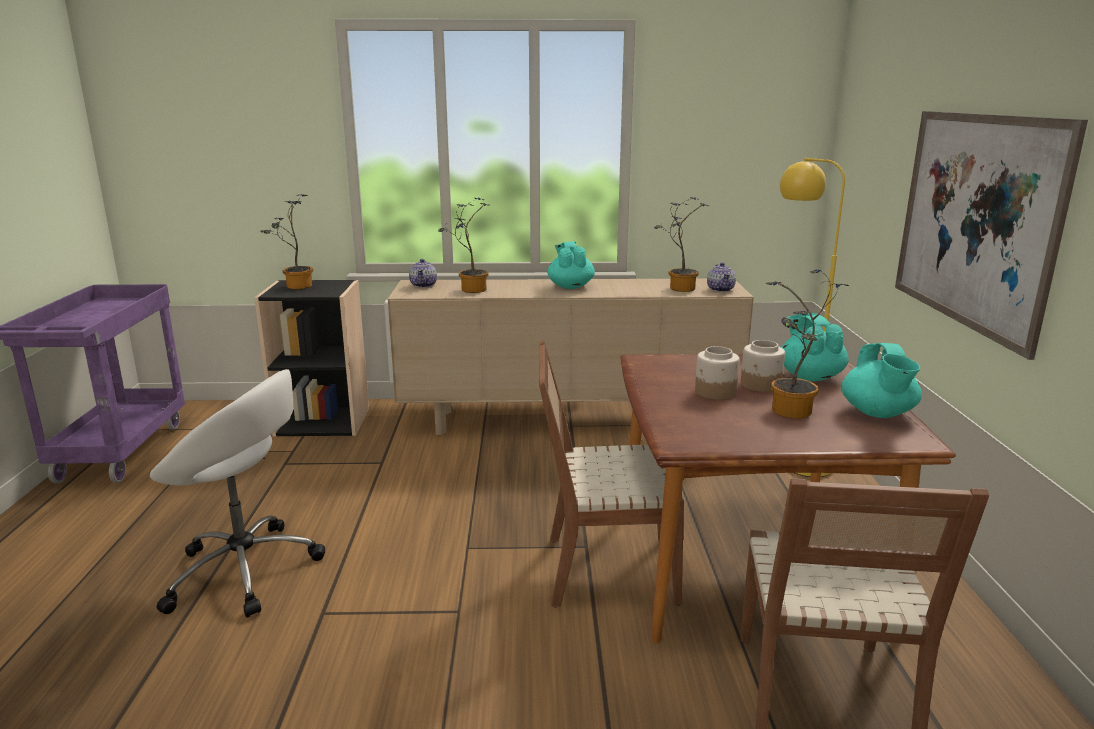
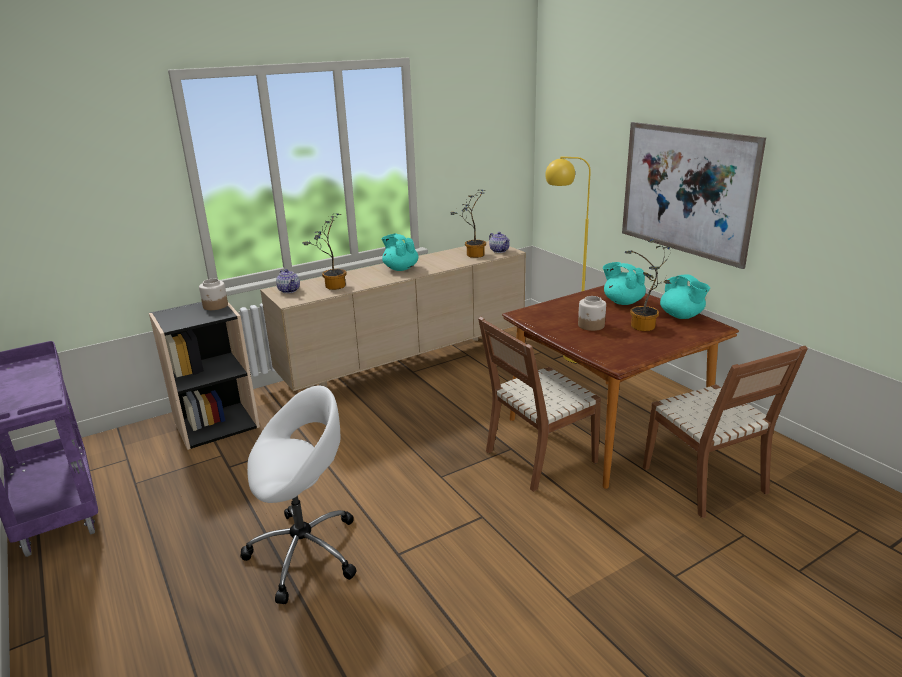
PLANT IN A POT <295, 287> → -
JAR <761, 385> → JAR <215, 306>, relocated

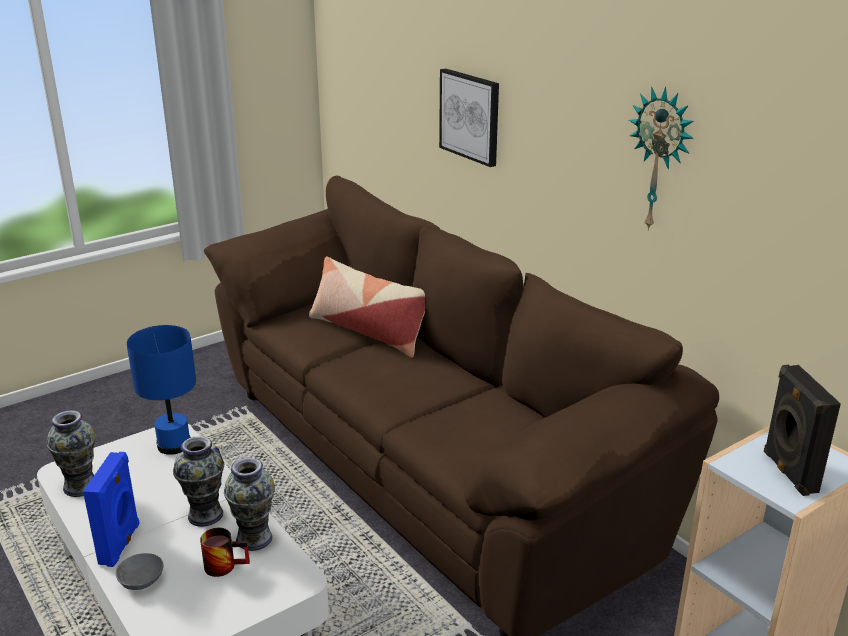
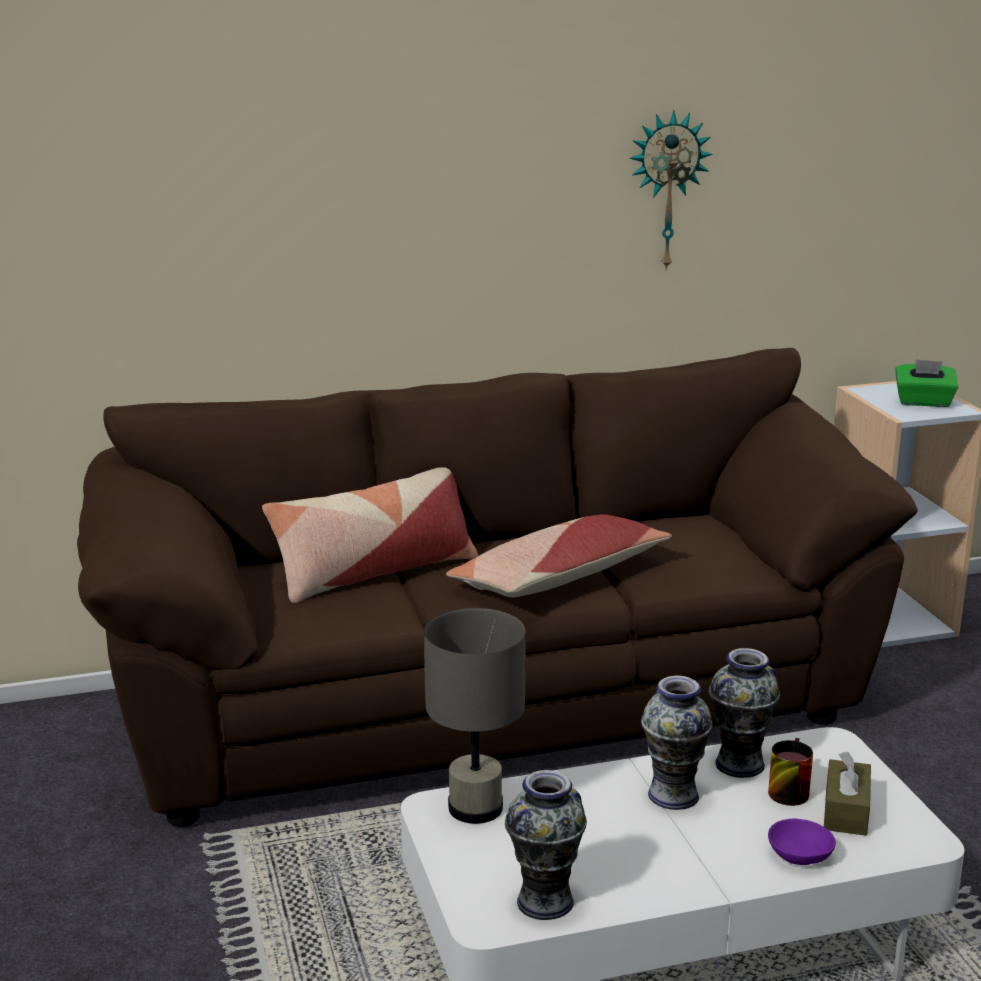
BLUE-COLOURED LOUDSPEAKER <121, 544> → -
GREYISH DEEP DISH <142, 581> → PURPLE-COLOURED DEEP DISH <801, 854>
BLUE-COLOURED TABLETOP LAMP <175, 445> → GREYISH TABLETOP LAMP <475, 807>
WALL ART <470, 116> → -
BLACKISH LOUDSPEAKER <788, 472> → GREEN TISSUE HOLDER <923, 402>
- → PILLOW <559, 578>
- → BROWN TISSUE HOLDER <846, 811>

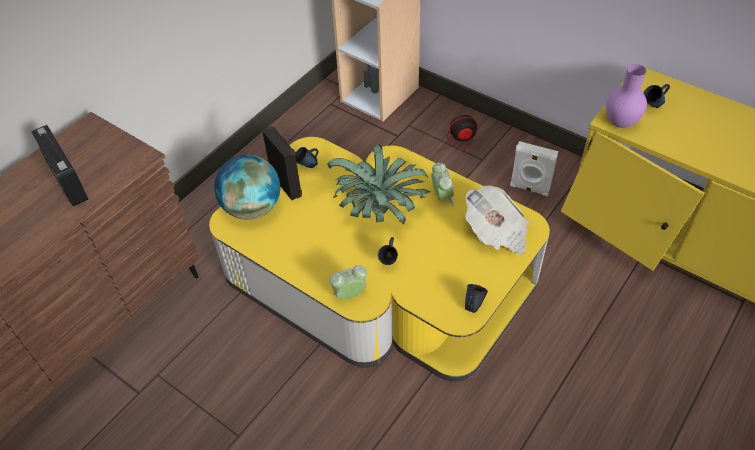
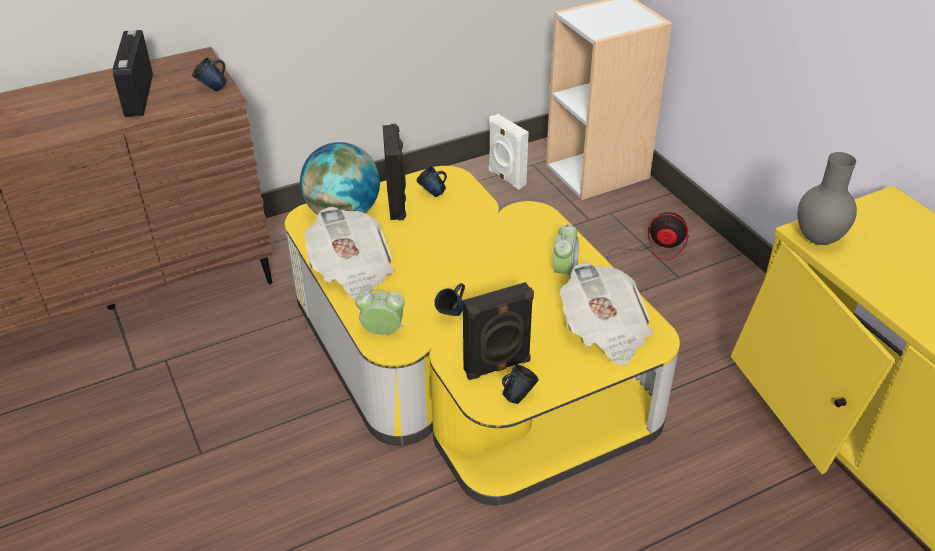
PLANT IN A POT <381, 209> → -
WHITE LOUDSPEAKER <529, 189> → WHITE LOUDSPEAKER <506, 178>, relocated
PURPLE-COLOURED DECORATIVE VASE <620, 124> → GREYISH DECORATIVE VASE <818, 240>
BLUE-COLOURED COFFEE MUG <652, 107> → BLUE-COLOURED COFFEE MUG <212, 89>, relocated
- → PRINTED PAPER <351, 271>
- → BLACKISH LOUDSPEAKER <497, 367>

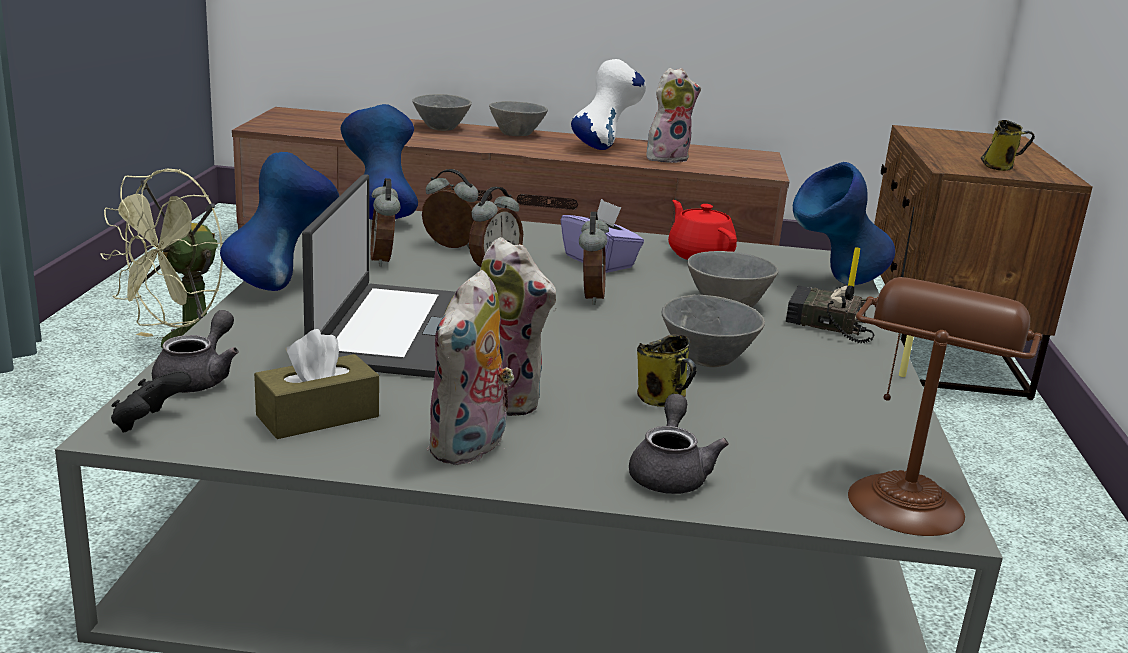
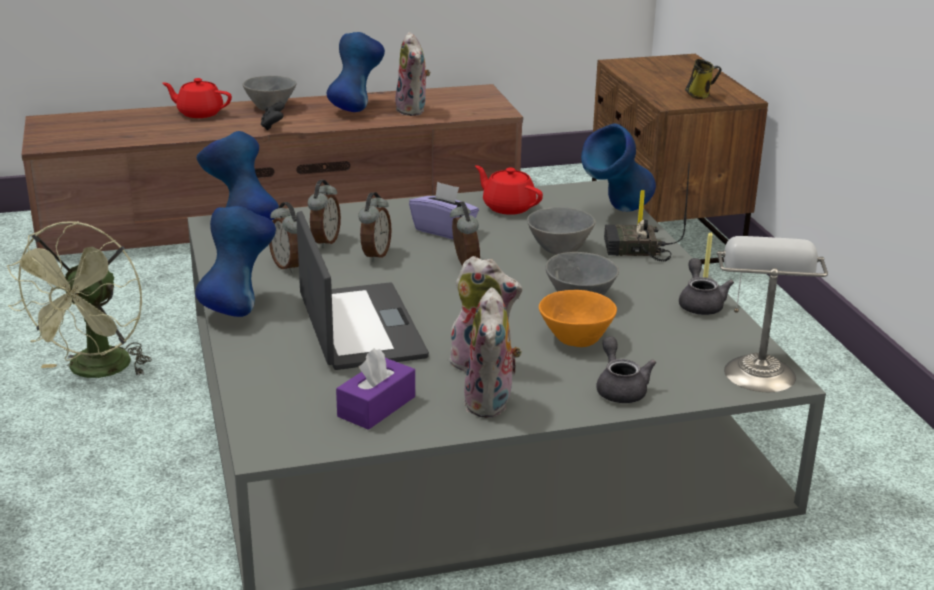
BLACKISH GAME CONTROLLER <149, 424> → BLACKISH GAME CONTROLLER <273, 126>, relocated
GREYISH POT FOR TEA <199, 378> → GREYISH POT FOR TEA <700, 304>, relocated
BROWN TISSUE HOLDER <317, 416> → PURPLE-COLOURED TISSUE HOLDER <376, 406>
GREYISH DEEP DISH <439, 128> → RED POT FOR TEA <199, 113>
TABLE CLOCK <450, 247> → TABLE CLOCK <324, 241>, 105 degrees clockwise
WHITE DECORATIVE VASE <605, 148> → BLUE-COLOURED DECORATIVE VASE <356, 108>
COFFEE MUG <663, 399> → ORANGE-COLOURED DEEP DISH <577, 337>
SOFT TOY <667, 158> → SOFT TOY <413, 110>, 120 degrees clockwise
BROWN TABLETOP LAMP <907, 492> → WHITE TABLETOP LAMP <756, 366>

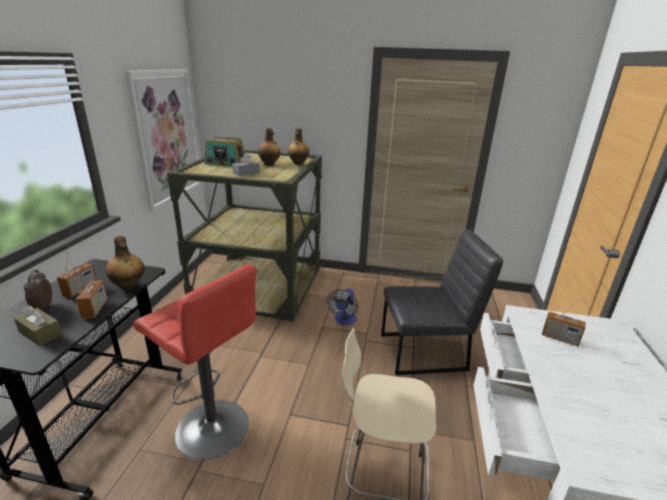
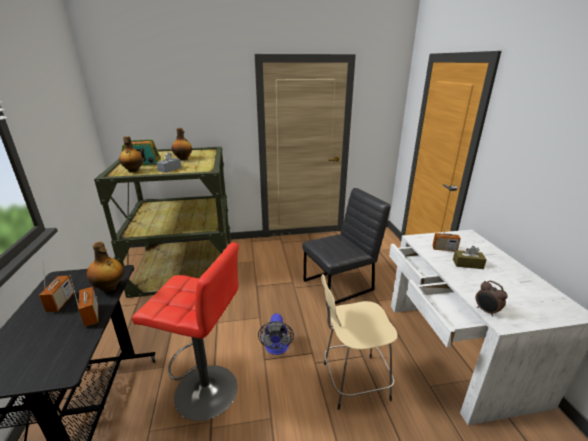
BROWN TISSUE HOLDER <40, 333> → BROWN TISSUE HOLDER <467, 264>, relocated
TABLE CLOCK <42, 307> → TABLE CLOCK <486, 311>, relocated
WALL ART <166, 137> → -
BEVERAGE BOTTLE <298, 164> → BEVERAGE BOTTLE <133, 171>, relocated
ELECTRIC FAN <344, 320> → ELECTRIC FAN <277, 348>, relocated

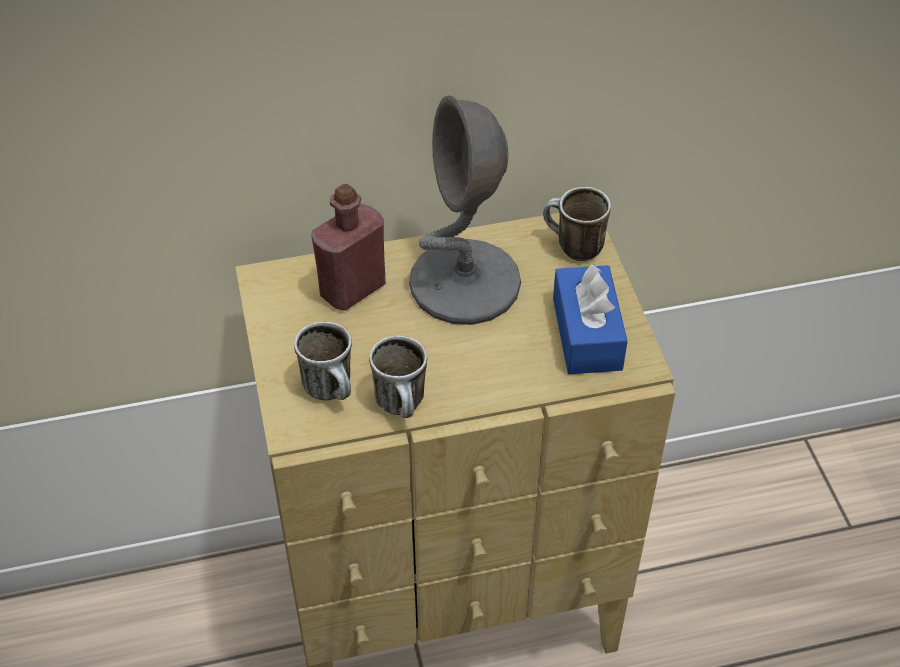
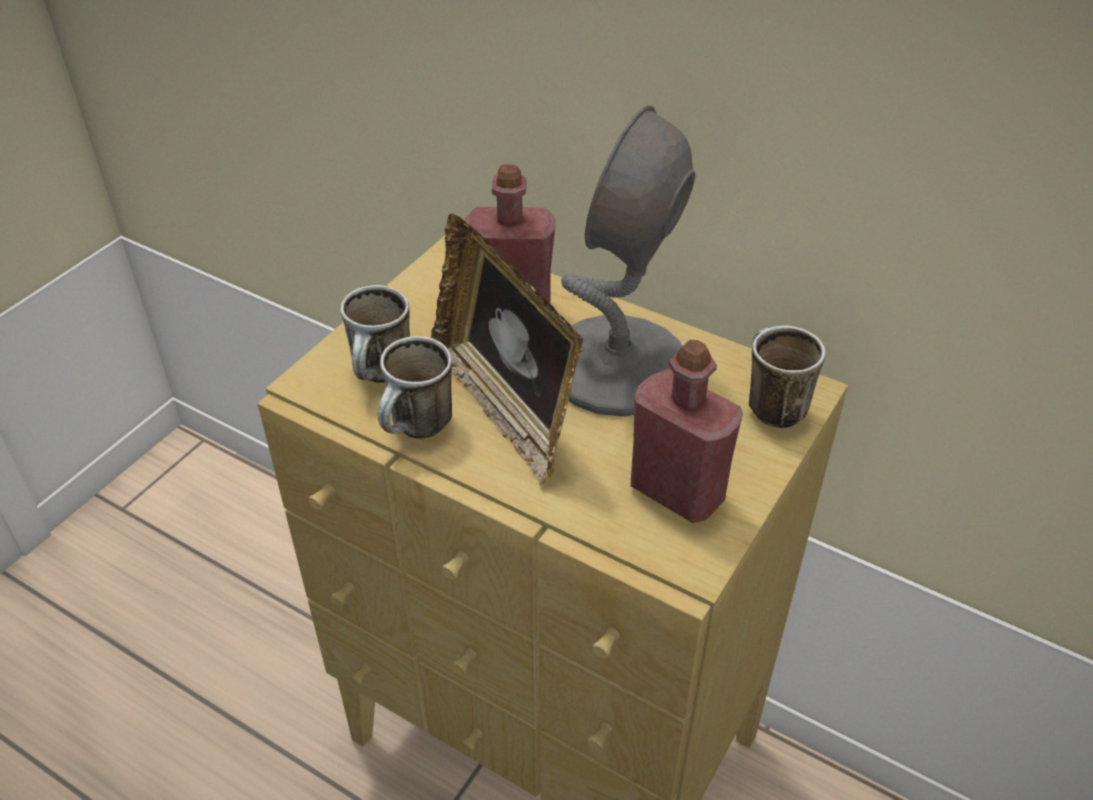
BLUE-COLOURED TISSUE HOLDER <587, 334> → RED BEVERAGE BOTTLE <677, 492>
- → STANDING FRAME <505, 407>

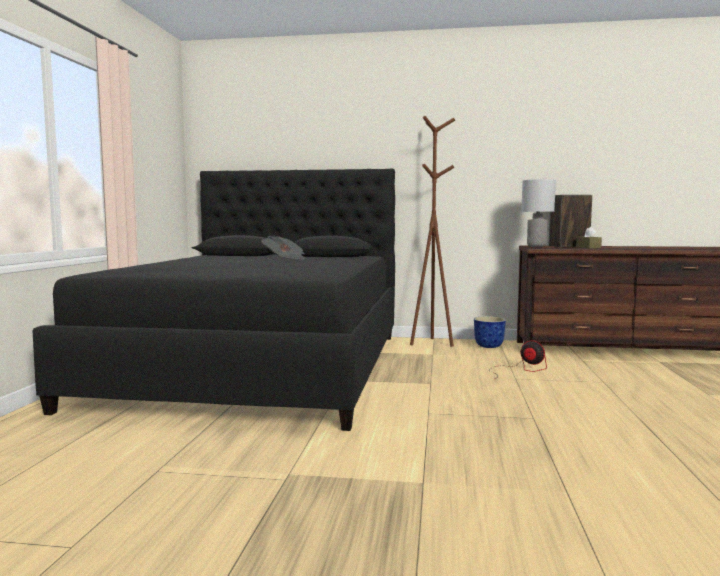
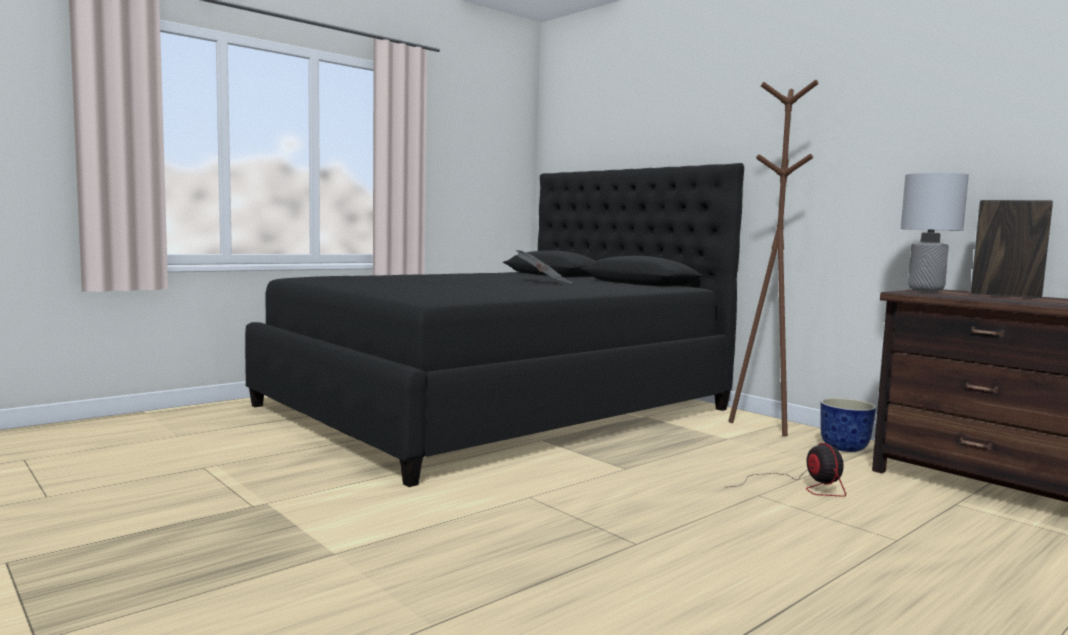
BROWN TISSUE HOLDER <588, 247> → -

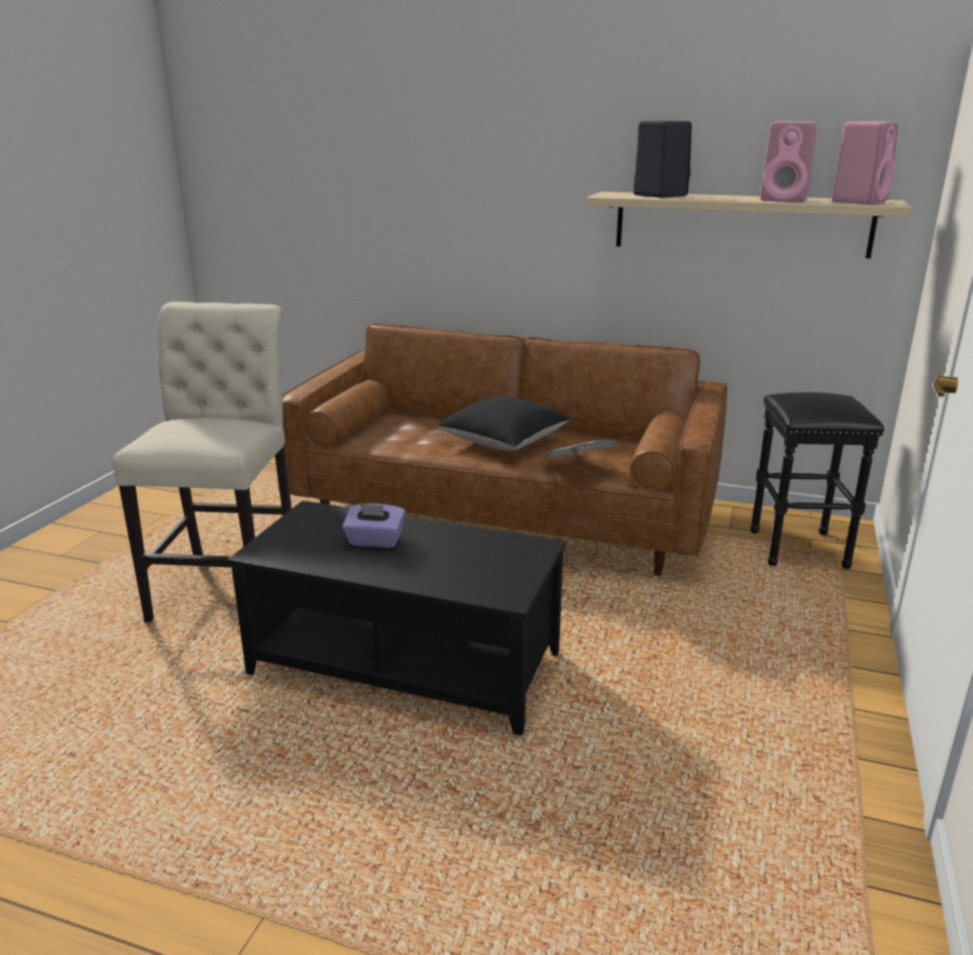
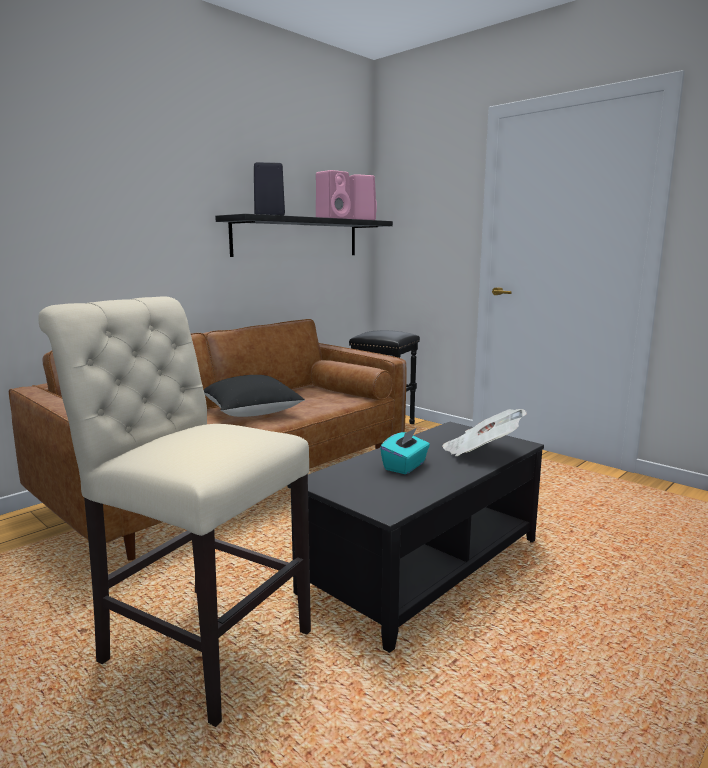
PURPLE-COLOURED TISSUE HOLDER <375, 541> → TURQUOISE-COLOURED TISSUE HOLDER <405, 466>
PRINTED PAPER <578, 468> → PRINTED PAPER <481, 452>, relocated
SAND-COLOURED SHELF <741, 224> → BLACKISH SHELF <297, 237>

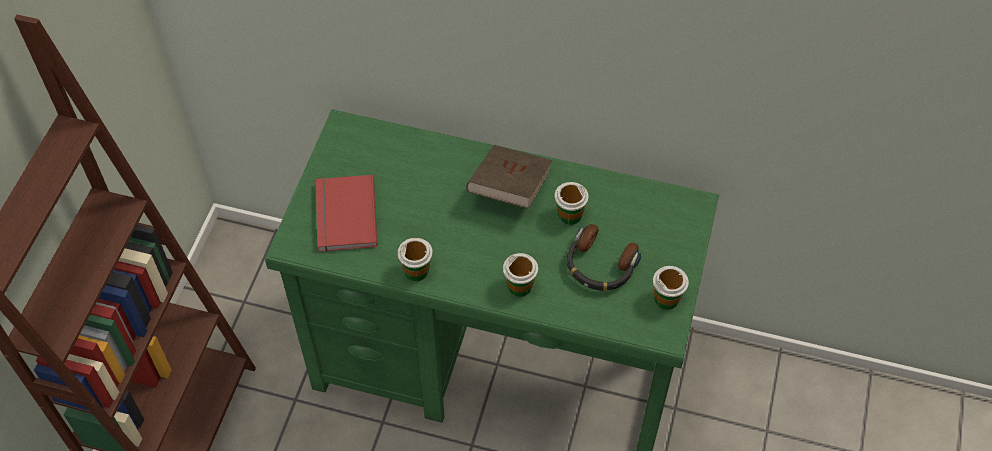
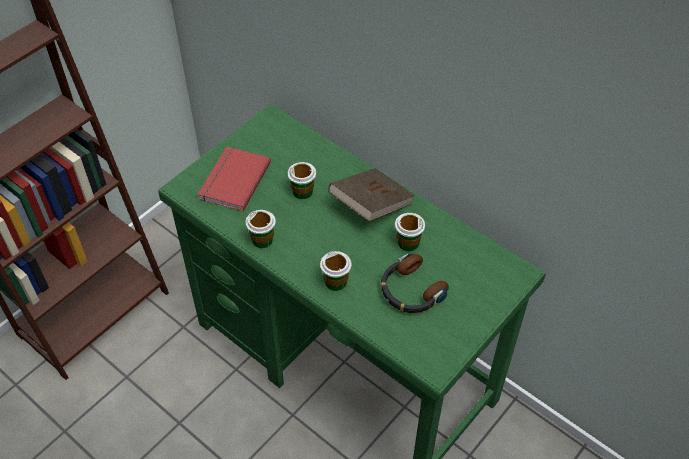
SMALL CUP <666, 298> → SMALL CUP <303, 191>, relocated

